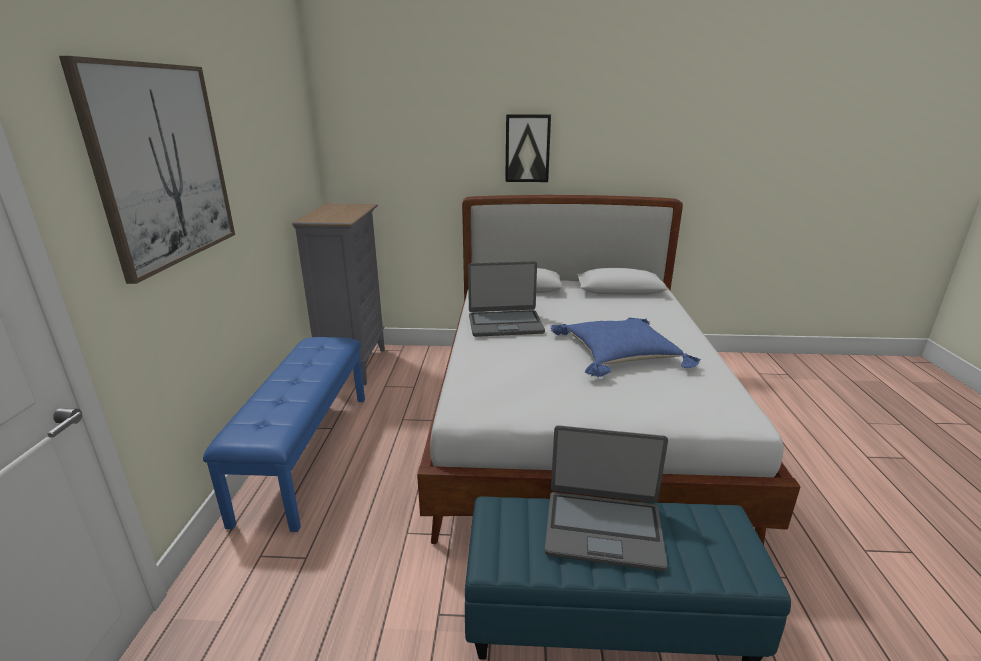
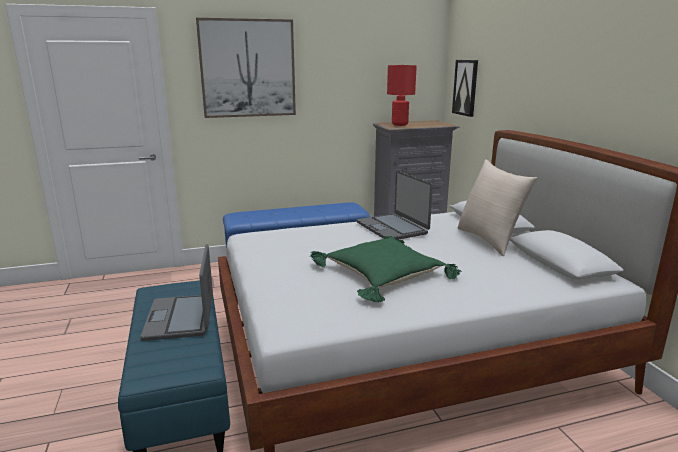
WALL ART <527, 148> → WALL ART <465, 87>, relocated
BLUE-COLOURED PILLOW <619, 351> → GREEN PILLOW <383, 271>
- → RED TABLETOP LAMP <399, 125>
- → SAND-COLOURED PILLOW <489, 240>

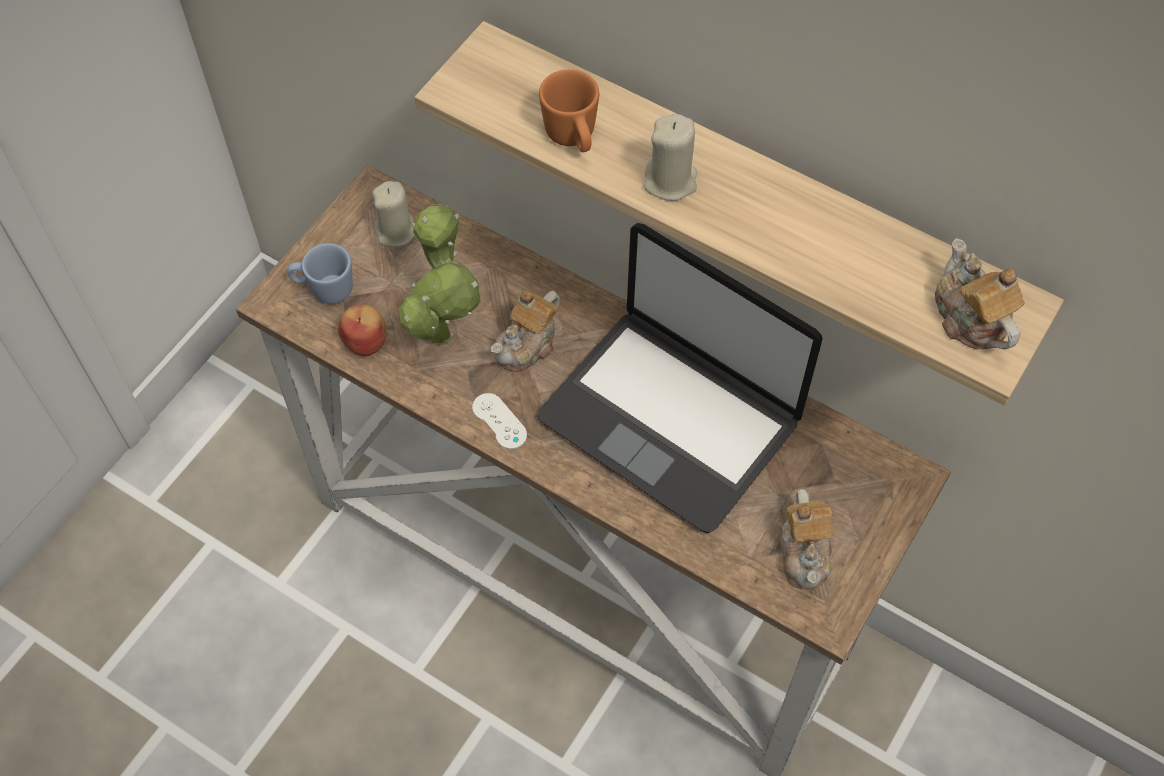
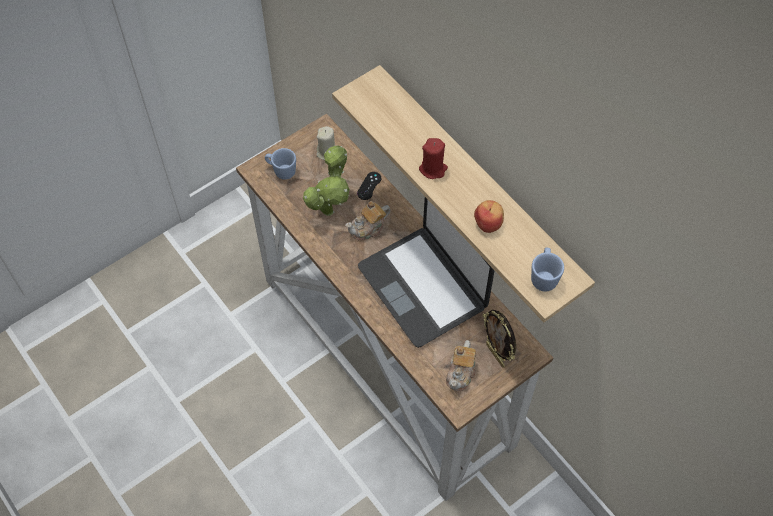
APPLE <366, 341> → APPLE <488, 223>, relocated
WHITE GAME CONTROLLER <499, 421> → -
ORANGE-COLOURED COFFEE MUG <573, 138> → -
SAND-COLOURED WAX CANDLE <670, 181> → RED WAX CANDLE <433, 169>
POT FOR TEA <969, 318> → BLUE-COLOURED COFFEE MUG <544, 276>
- → BLACKISH GAME CONTROLLER <369, 186>
- → STANDING FRAME <496, 355>

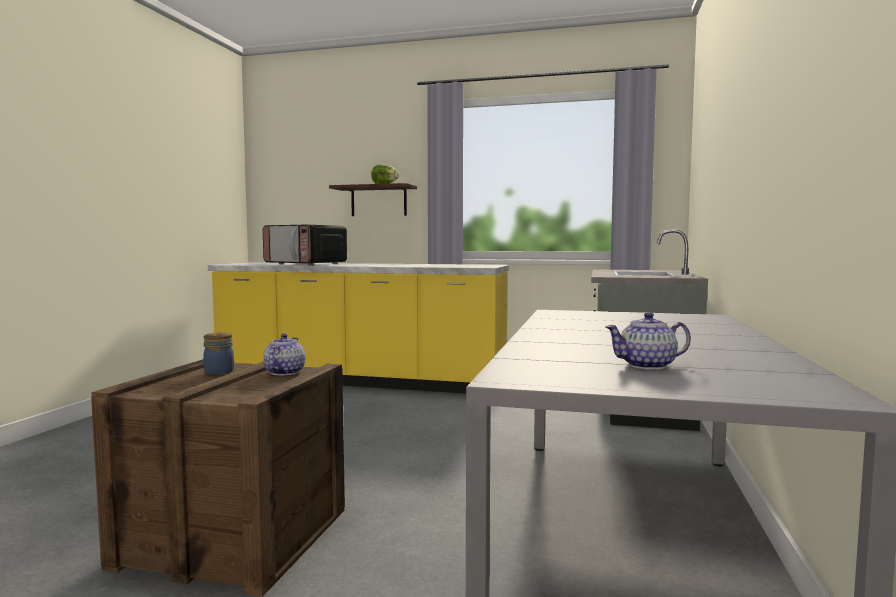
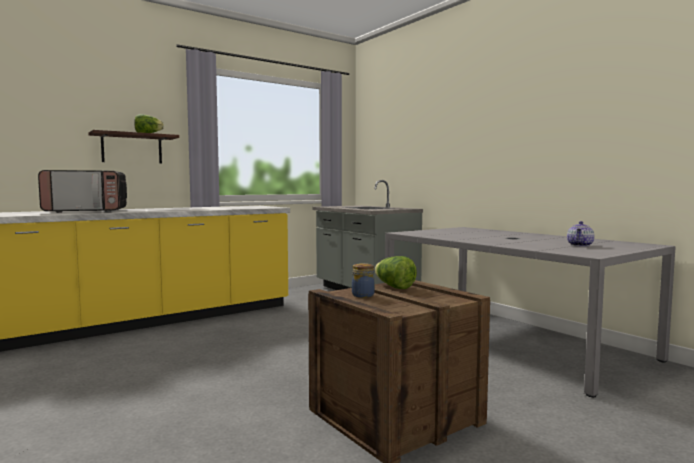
POT FOR TEA <284, 372> → LETTUCE <394, 287>

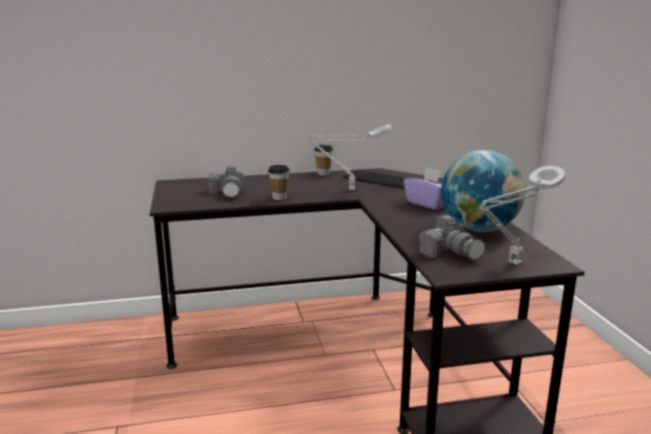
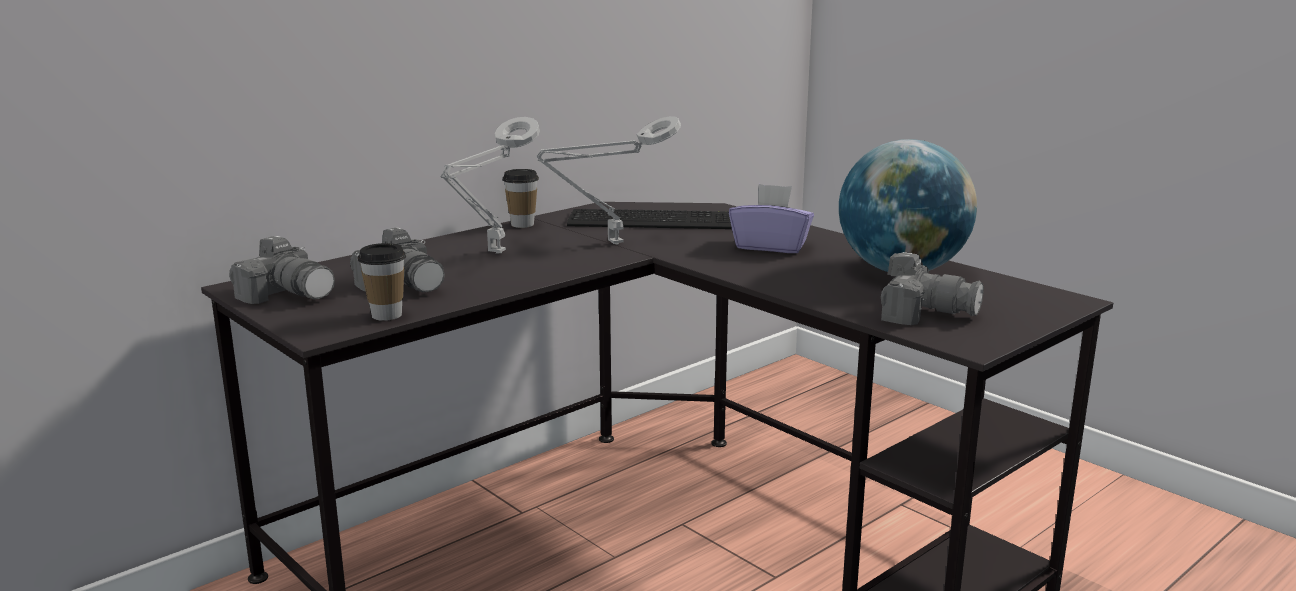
SMALL CUP <279, 198> → SMALL CUP <386, 315>, relocated
GREYISH TABLETOP LAMP <512, 264> → GREYISH TABLETOP LAMP <494, 253>, relocated
- → STILL CAMERA <288, 294>

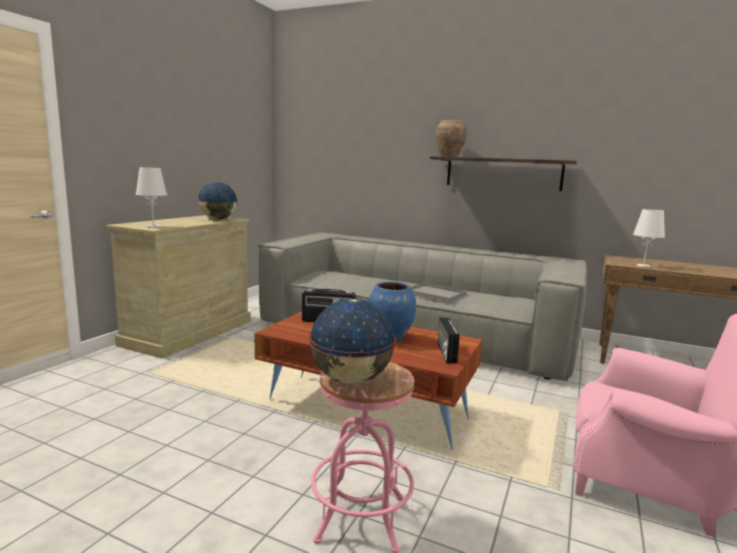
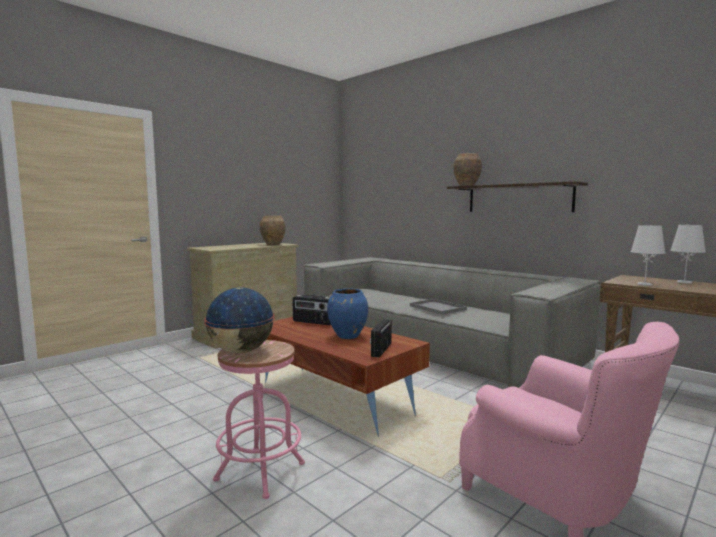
WHITE TABLETOP LAMP <153, 226> → WHITE TABLETOP LAMP <684, 282>, relocated
DESK GLOBE <218, 219> → BROWN DECORATIVE VASE <273, 244>

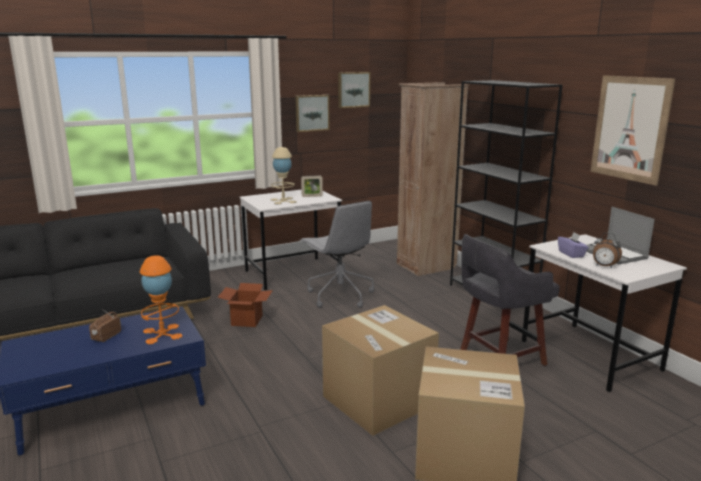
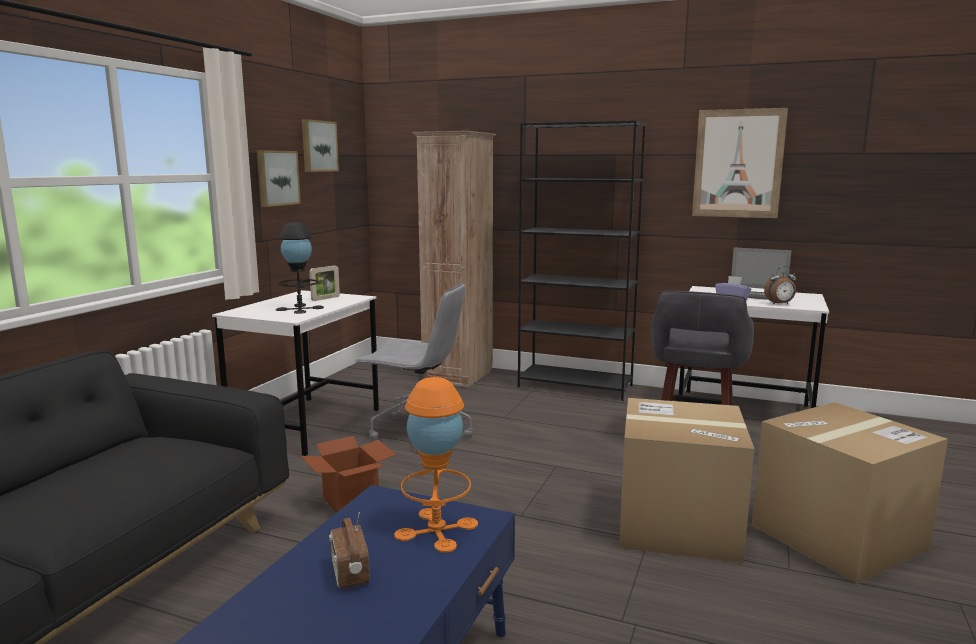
SAND-COLOURED TABLETOP LAMP <283, 201> → BLACKISH TABLETOP LAMP <300, 308>

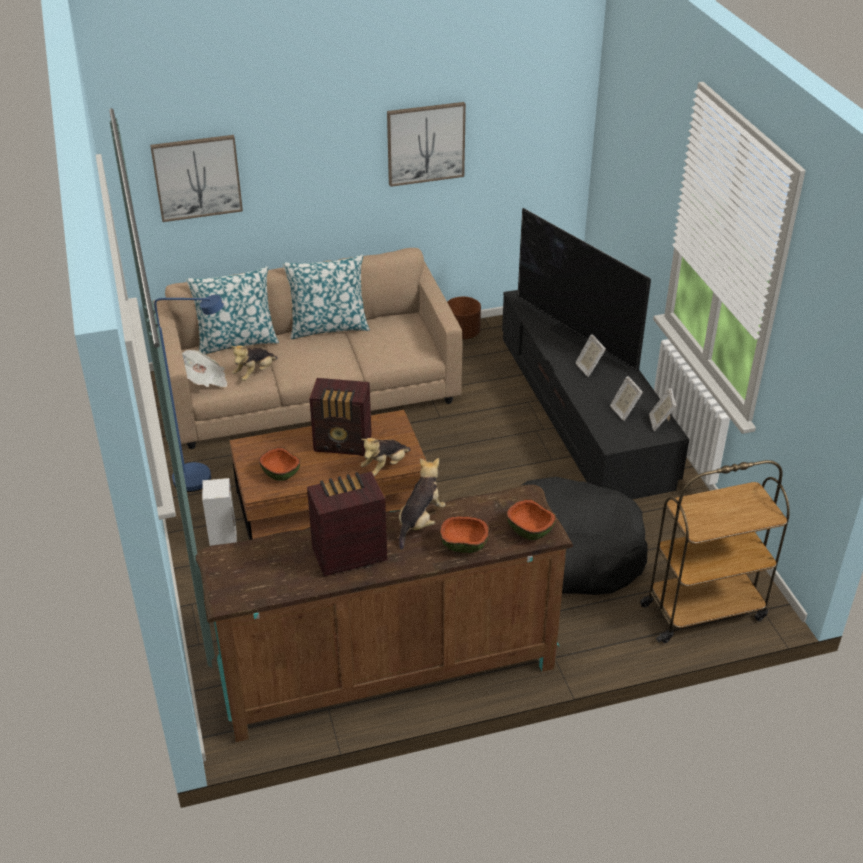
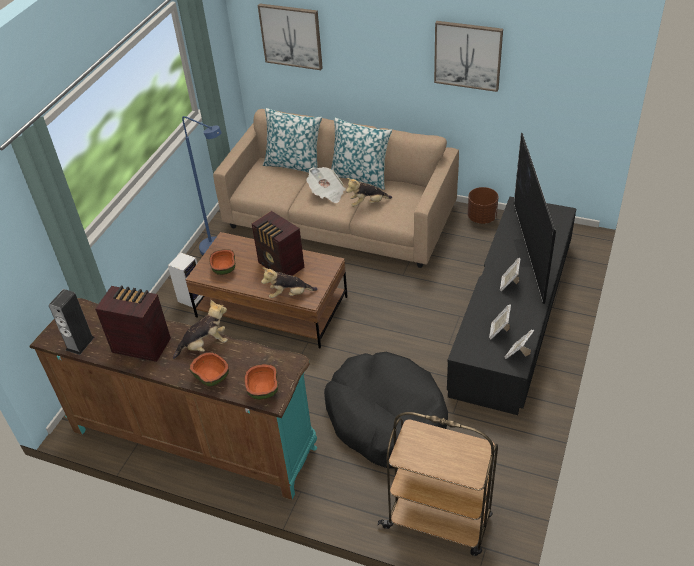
PRINTED PAPER <204, 380> → PRINTED PAPER <327, 193>, relocated
SOFT TOY <255, 373> → SOFT TOY <368, 203>, relocated
- → LOUDSPEAKER <80, 343>

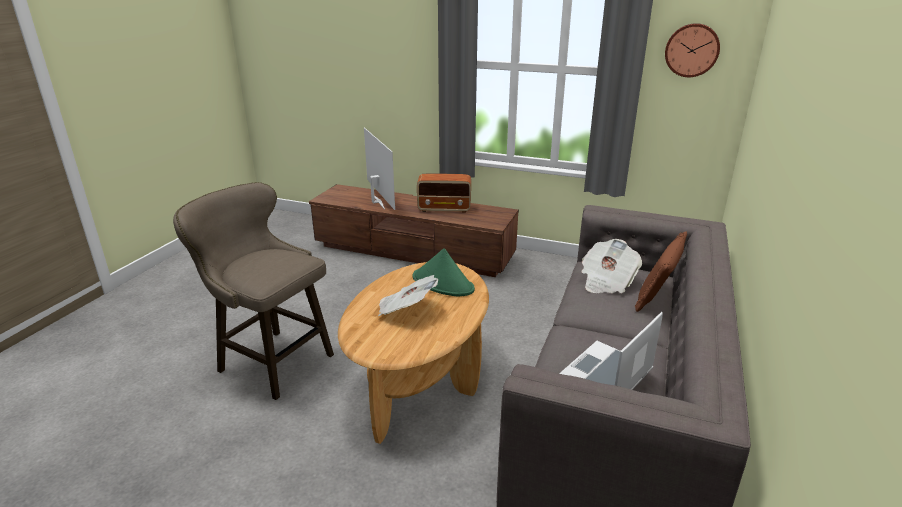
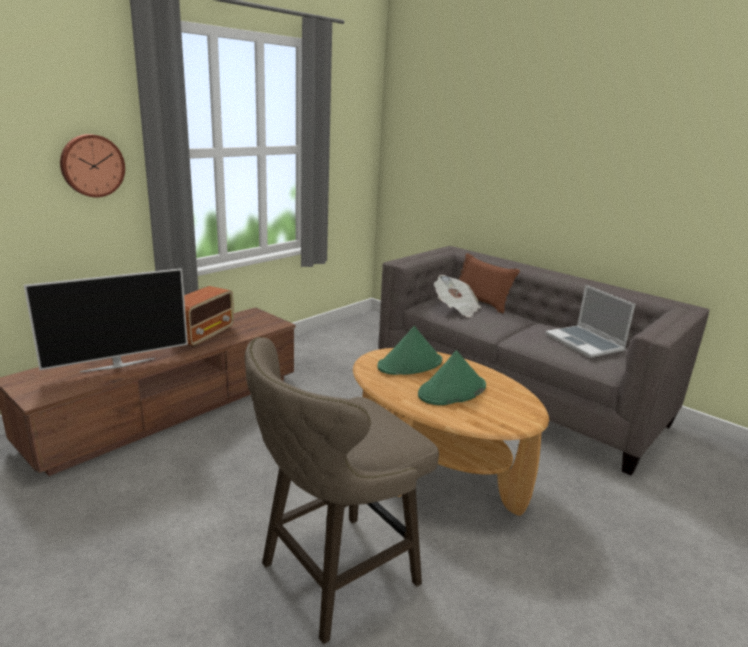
TELEVISION <376, 201> → TELEVISION <118, 364>, 150 degrees clockwise
PRINTED PAPER <406, 309> → GREEN WEARABLE HAT <452, 391>
HANGING CLOCK <692, 50> → HANGING CLOCK <92, 165>, relocated

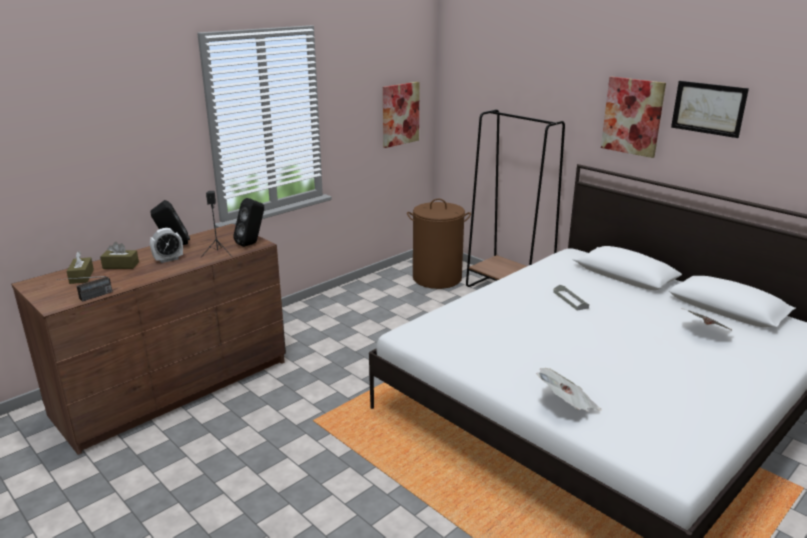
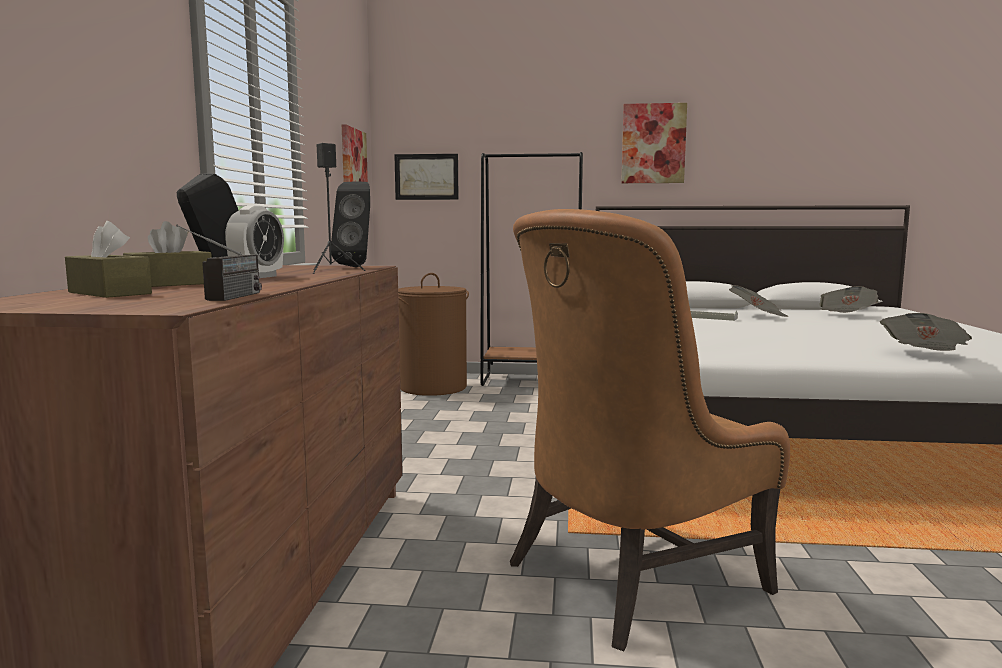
WALL ART <708, 108> → WALL ART <426, 177>, relocated
- → BROWN PLAIN CHAIR <631, 577>
- → PRINTED PAPER <758, 317>

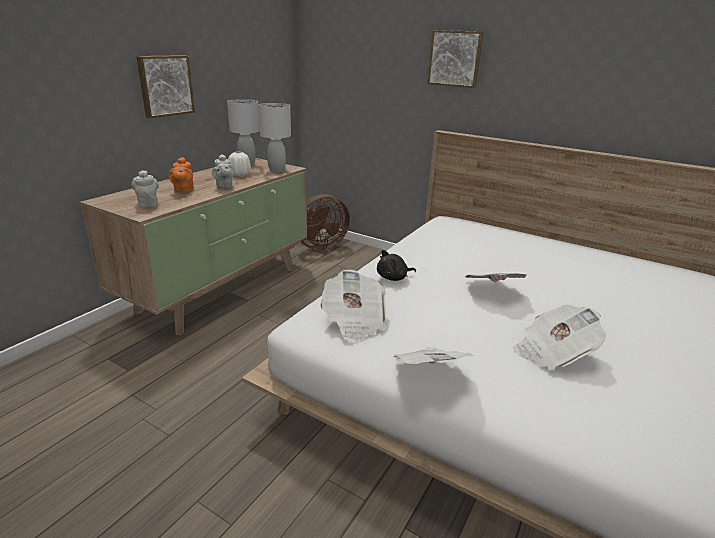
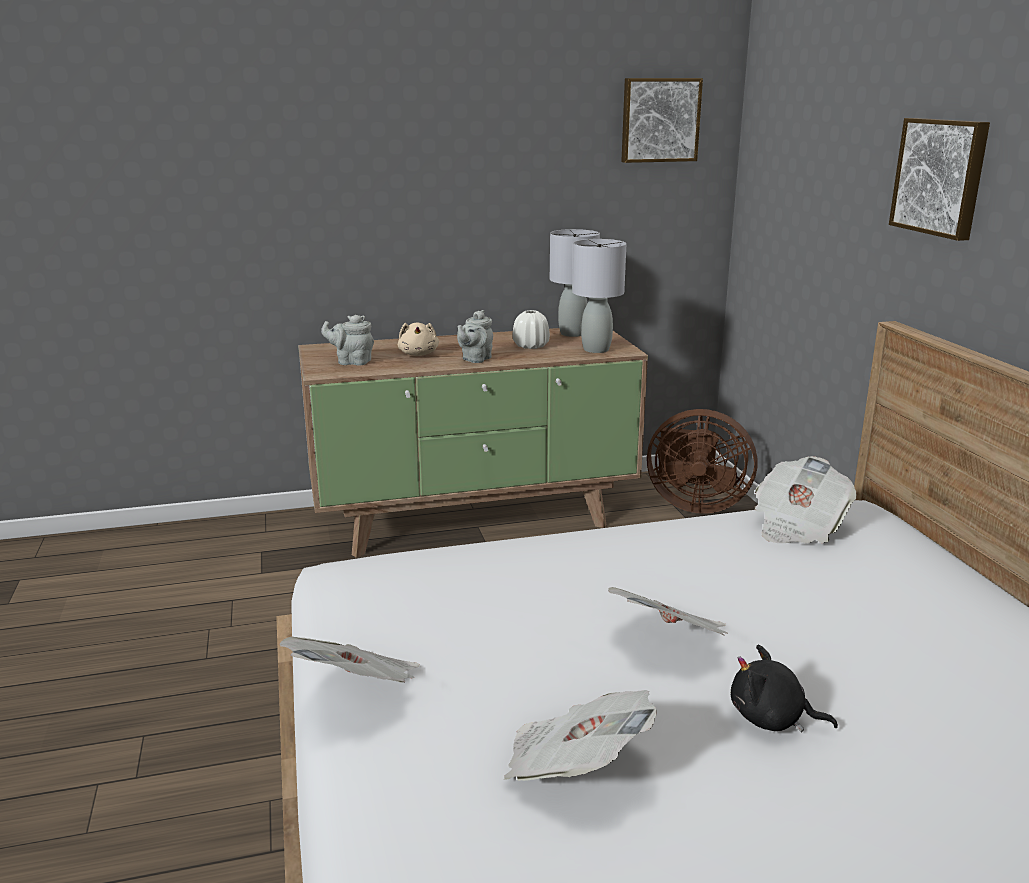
GREYISH POT FOR TEA <148, 203> → GREYISH POT FOR TEA <351, 362>, 105 degrees counterclockwise
WALL ART <165, 85> → WALL ART <659, 120>, relocated
ORANGE-COLOURED POT FOR TEA <183, 190> → SAND-COLOURED SOFT TOY <418, 354>
PRINTED PAPER <353, 321> → PRINTED PAPER <797, 526>, relocated
BLACKISH SOFT TOY <393, 278> → BLACKISH SOFT TOY <772, 719>, relocated

